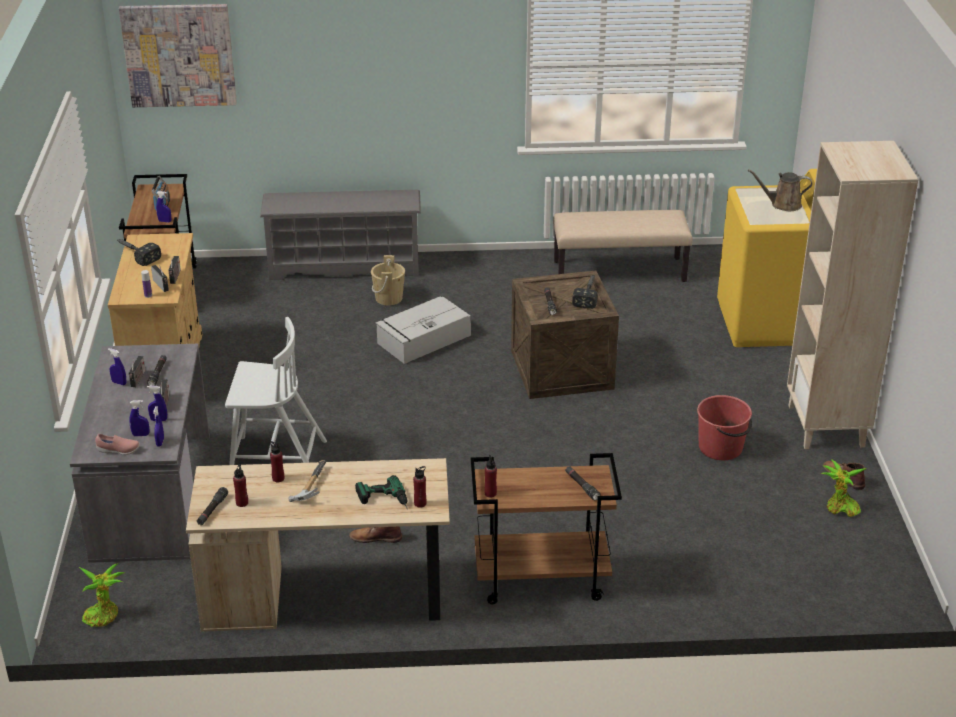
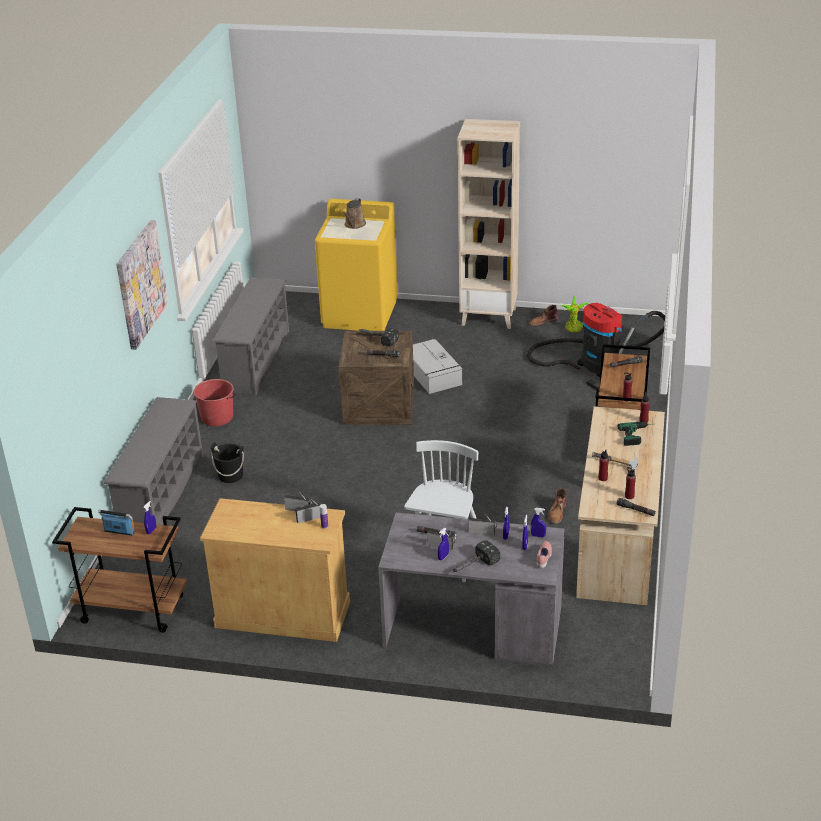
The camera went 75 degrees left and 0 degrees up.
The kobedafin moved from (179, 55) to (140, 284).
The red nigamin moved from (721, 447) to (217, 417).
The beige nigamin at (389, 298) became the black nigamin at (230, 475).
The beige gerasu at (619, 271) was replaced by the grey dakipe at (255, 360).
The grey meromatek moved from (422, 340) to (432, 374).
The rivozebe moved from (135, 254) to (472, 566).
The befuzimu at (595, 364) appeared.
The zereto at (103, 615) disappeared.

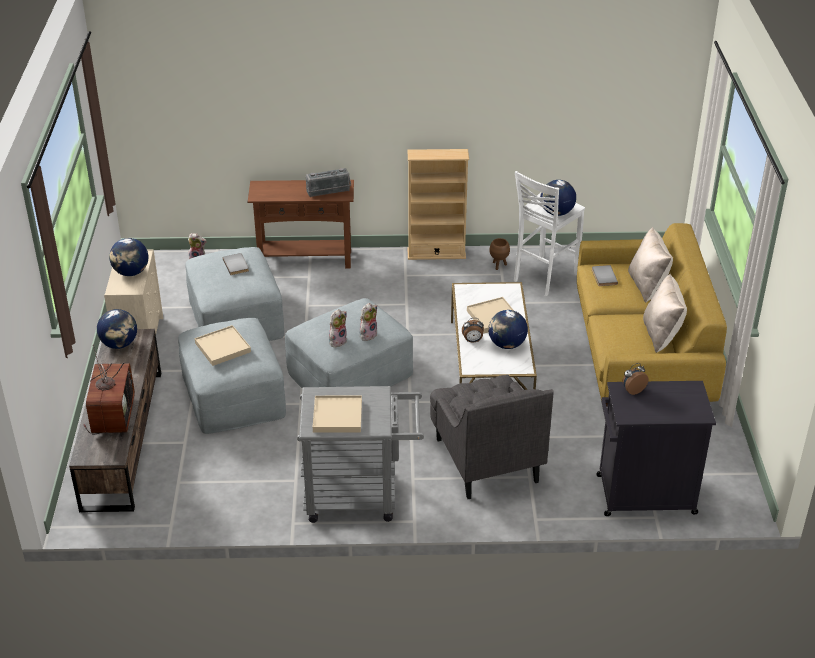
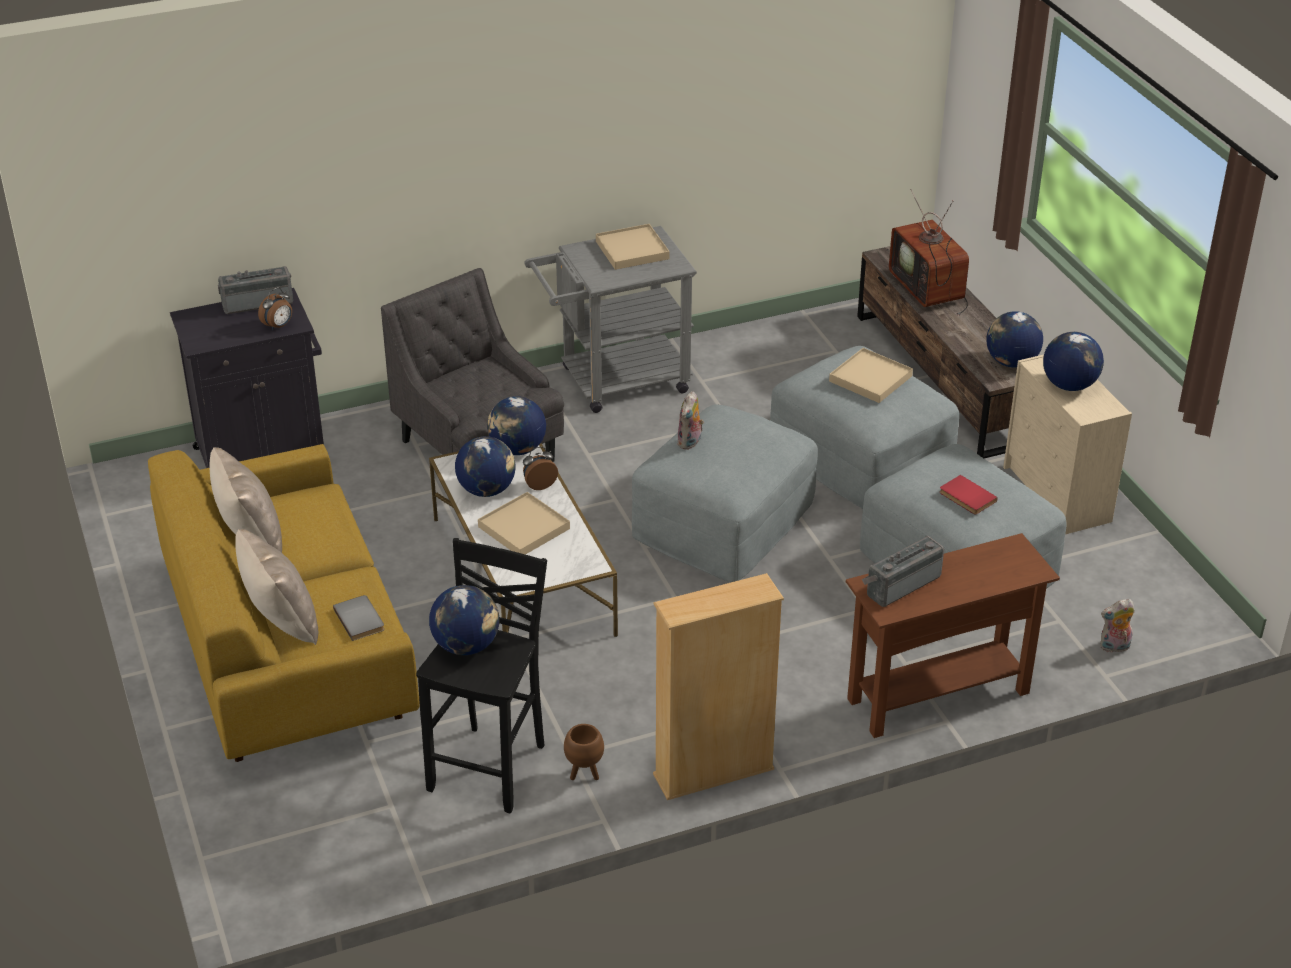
The camera went 160 degrees right and 0 degrees up.
The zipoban at (257, 302) appeared.
The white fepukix at (543, 278) became the black fepukix at (491, 767).
The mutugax at (517, 449) appeared.
The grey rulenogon at (237, 265) became the red rulenogon at (966, 497).
The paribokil at (337, 341) disappeared.

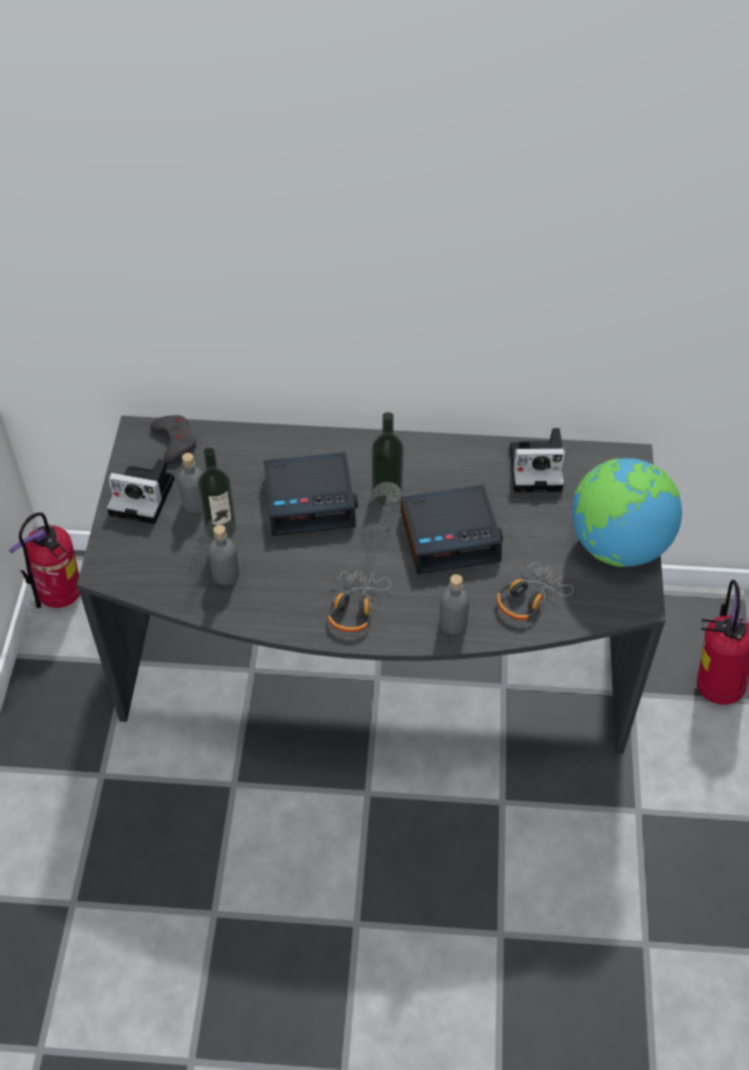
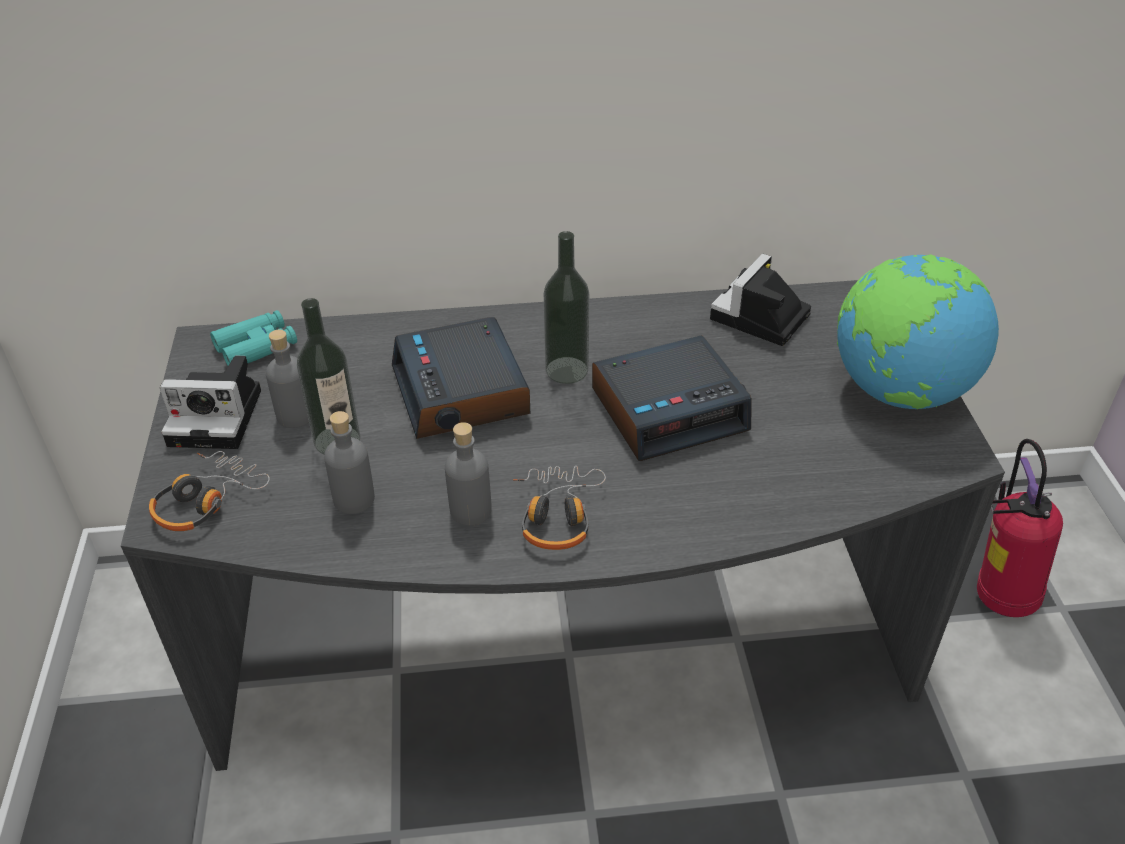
The camera went 10 degrees left and 10 degrees down.
The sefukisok moved from (529, 597) to (206, 500).
The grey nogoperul at (175, 441) was replaced by the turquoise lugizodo at (256, 347).
The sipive at (310, 500) turned 90 degrees clockwise.
The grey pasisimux moved from (453, 622) to (470, 510).
The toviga at (538, 468) turned 135 degrees clockwise.
The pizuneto at (61, 598) disappeared.

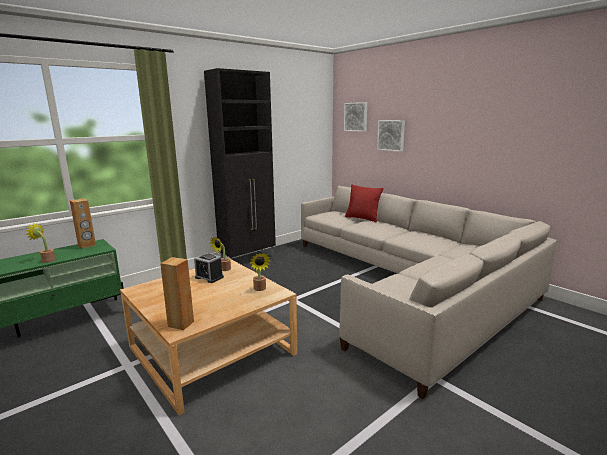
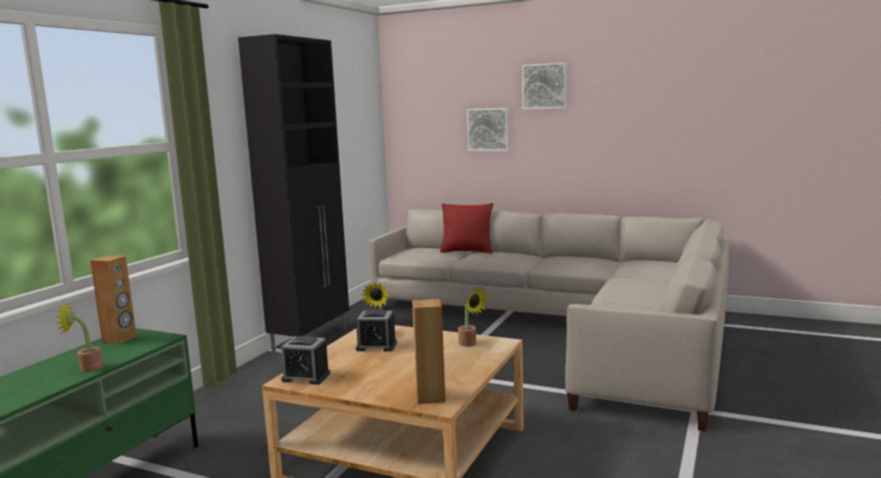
The camera went 25 degrees left and 5 degrees down.
The sipive at (306, 377) appeared.
The kobedafin moved from (356, 117) to (544, 86).

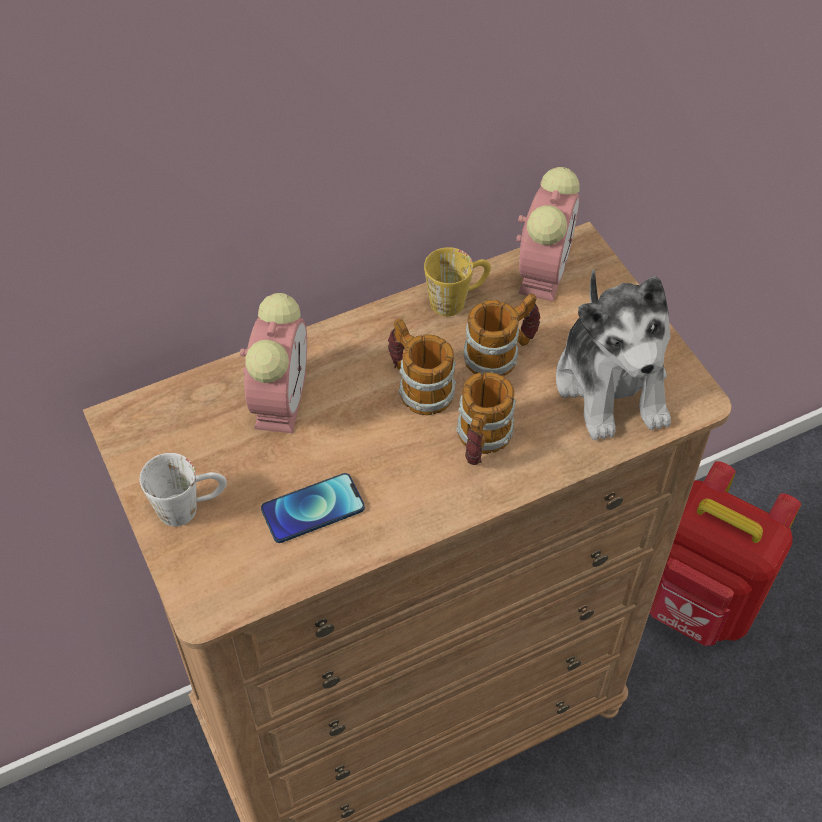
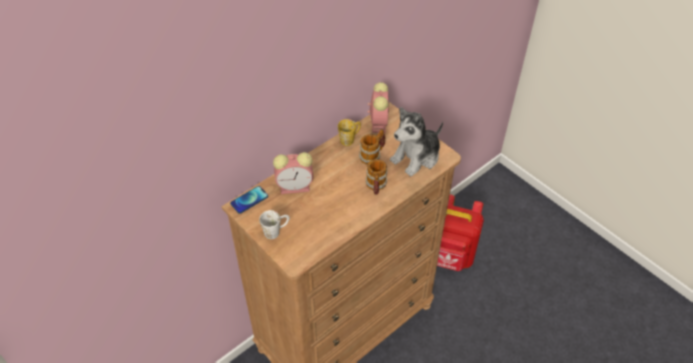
The camera went 15 degrees left and 5 degrees down.
The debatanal moved from (313, 509) to (249, 200).
The sipive at (280, 398) turned 90 degrees clockwise.
The paribokil at (612, 384) turned 75 degrees clockwise.
The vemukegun at (418, 386) disappeared.

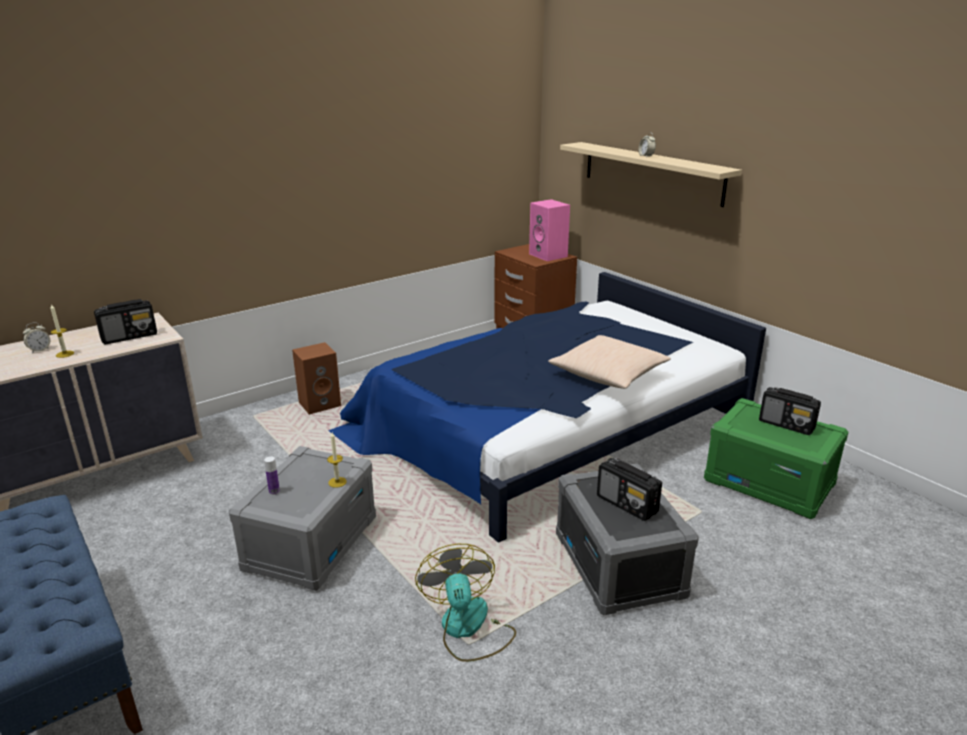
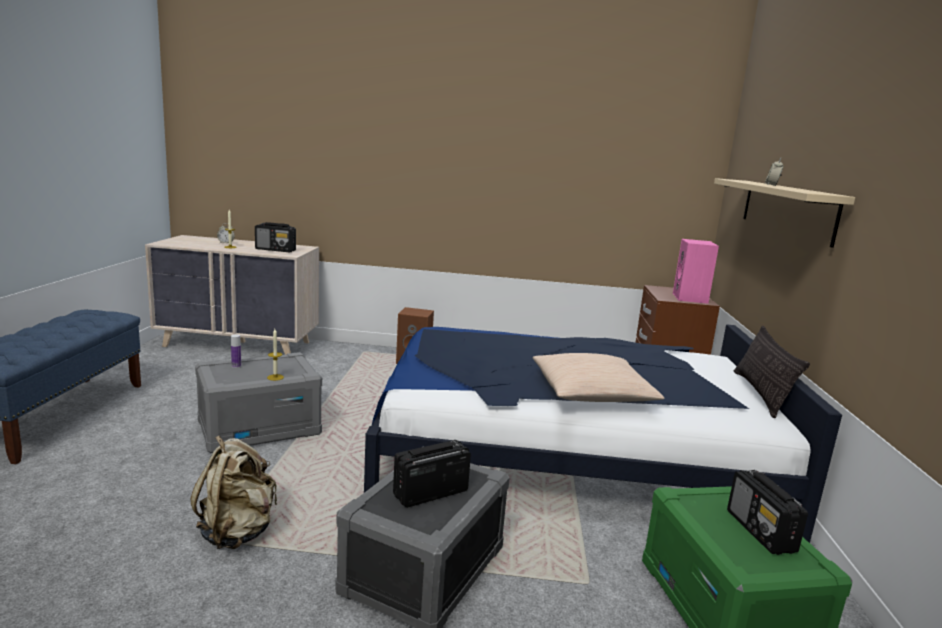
The camera went 40 degrees right and 10 degrees down.
The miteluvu at (468, 628) was replaced by the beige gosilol at (237, 532).
The zipoban at (627, 505) turned 60 degrees clockwise.
The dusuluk at (760, 394) appeared.

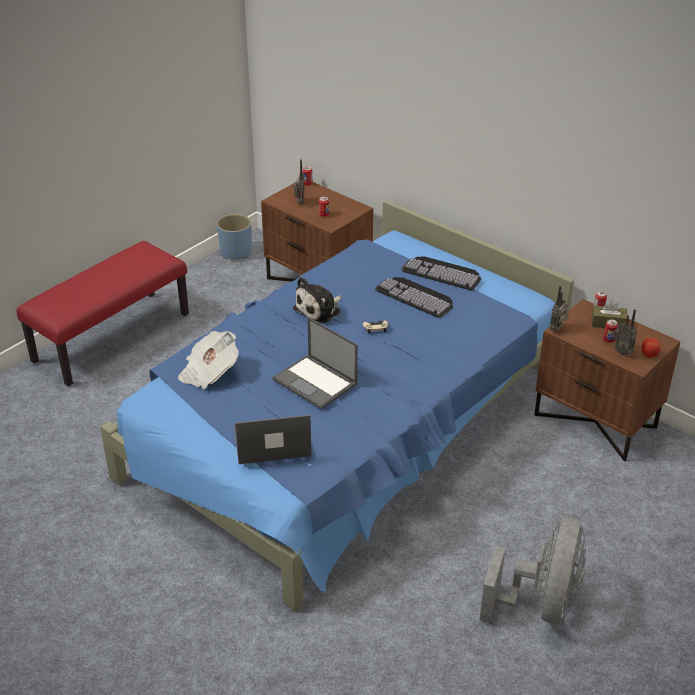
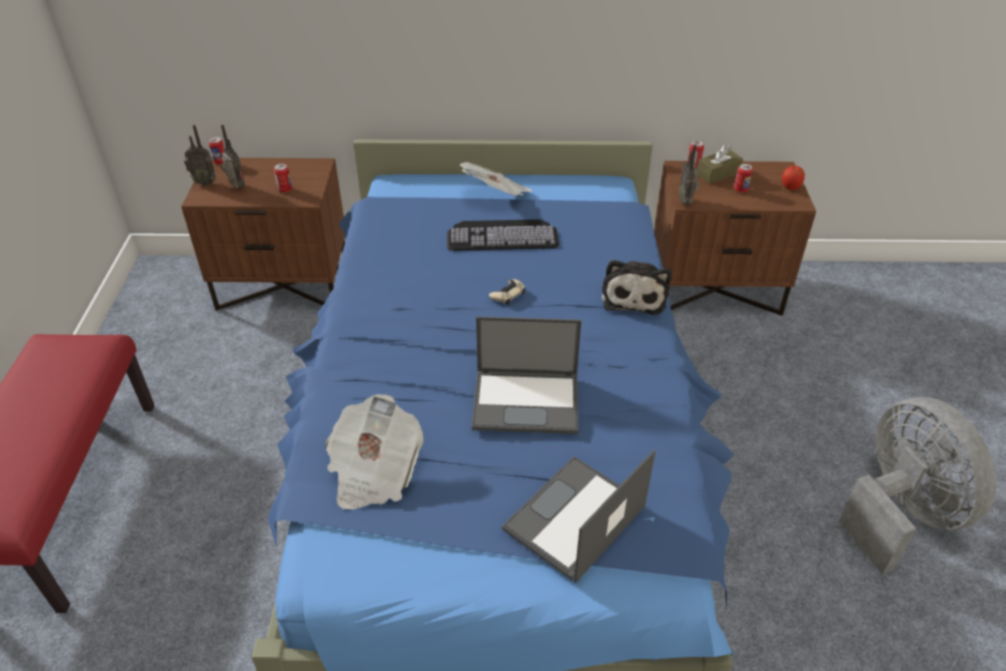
The camera went 40 degrees left and 5 degrees up.
The zipoban moved from (623, 351) to (205, 182).
The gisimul at (443, 272) was replaced by the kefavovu at (496, 196).
The paribokil moved from (319, 310) to (634, 295).
The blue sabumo at (236, 252) disappeared.

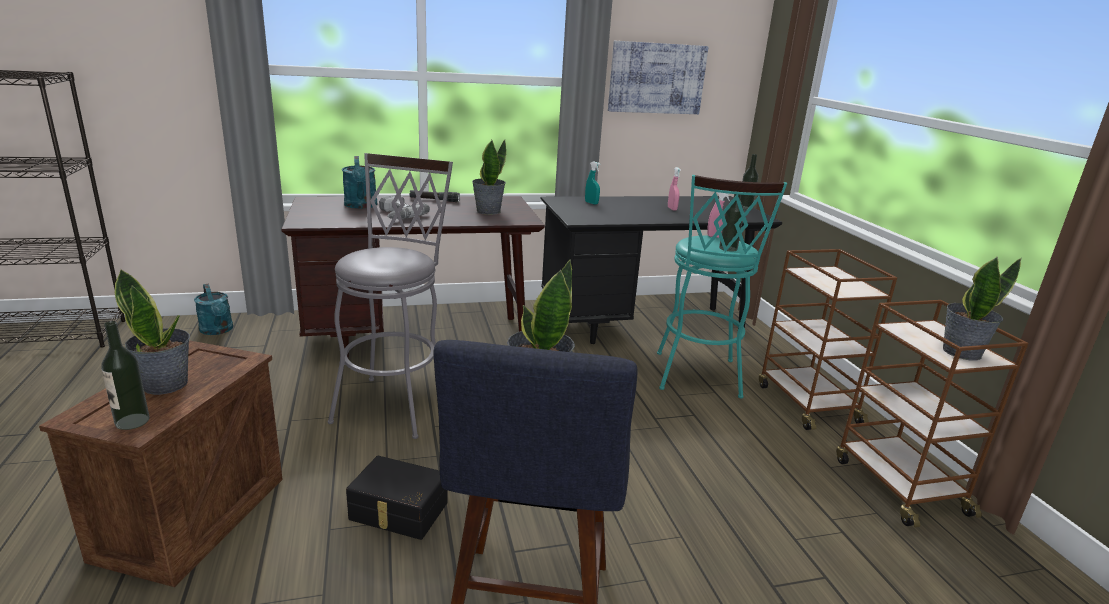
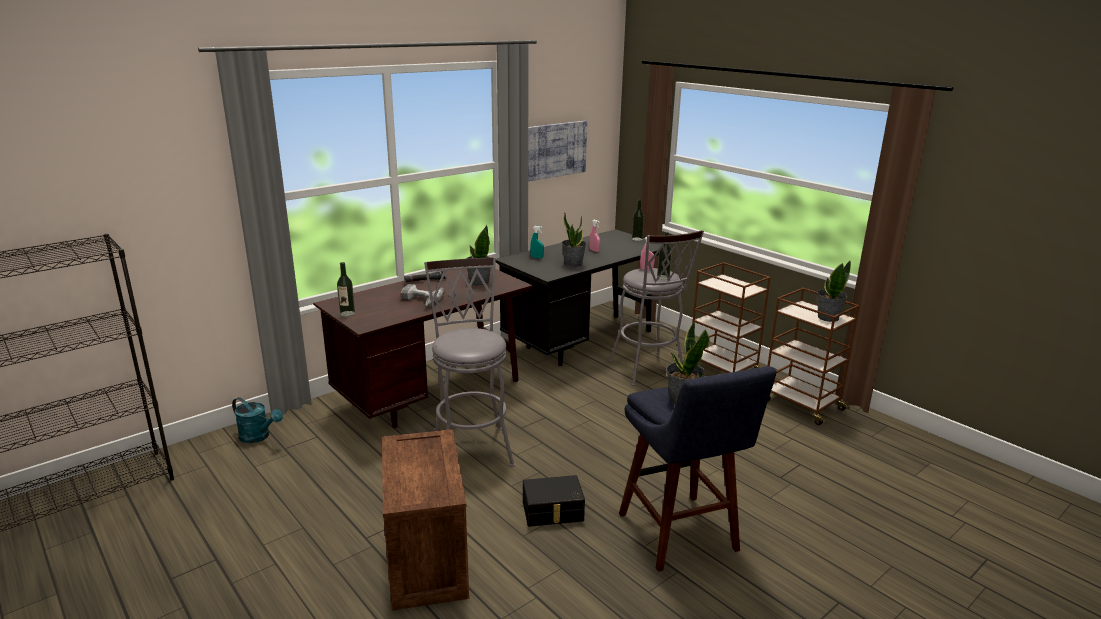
The camera went 25 degrees left and 0 degrees up.
The pasisimux moved from (132, 421) to (347, 313).
The zereto moved from (166, 384) to (573, 264).
The turquoise fepukix at (697, 378) became the grey fepukix at (649, 371).
The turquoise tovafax at (361, 206) disappeared.

